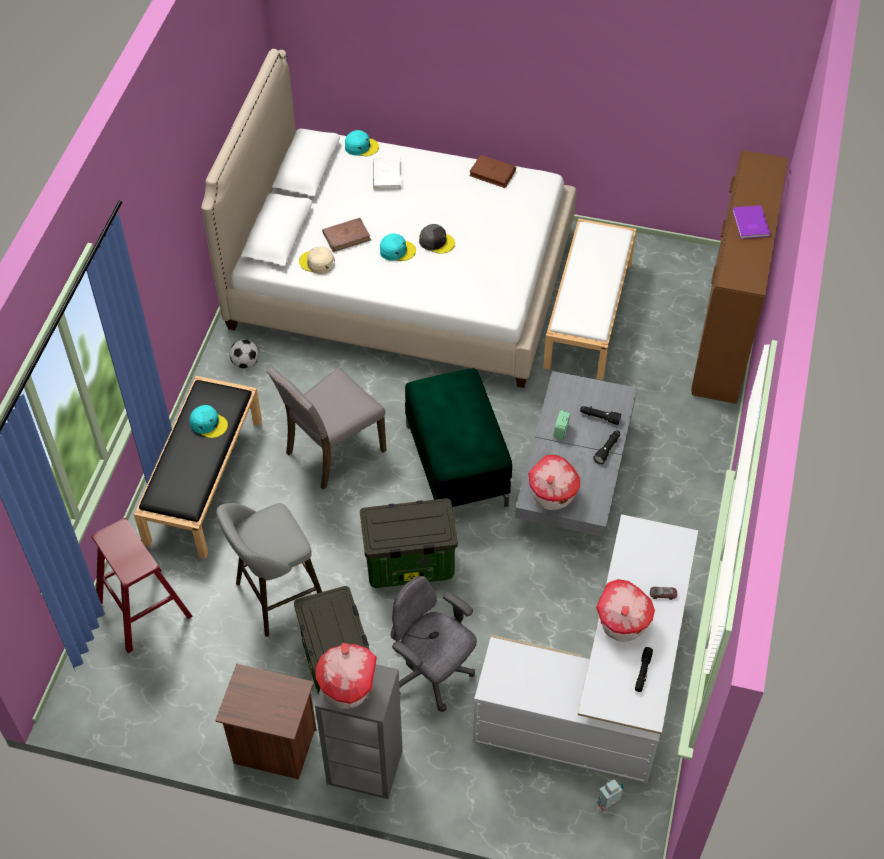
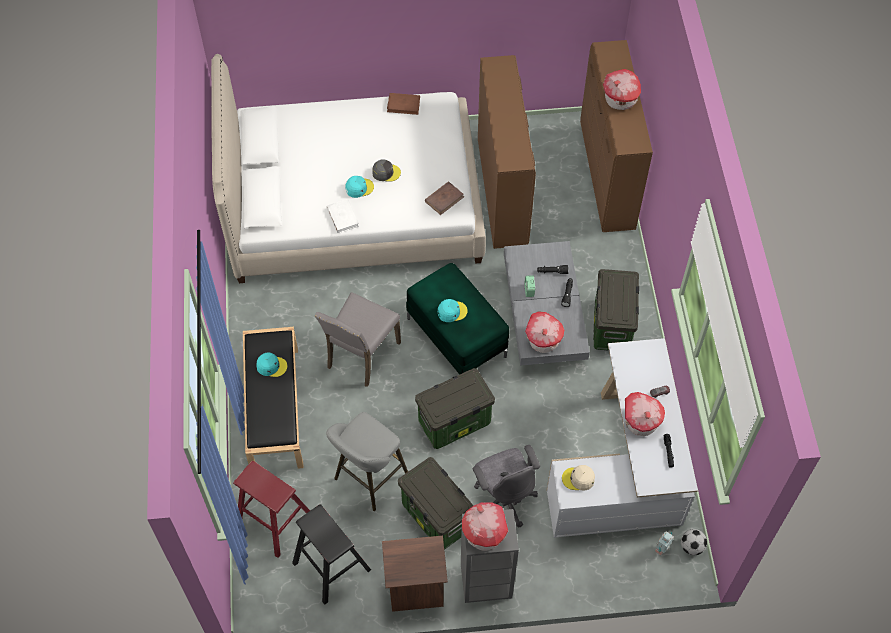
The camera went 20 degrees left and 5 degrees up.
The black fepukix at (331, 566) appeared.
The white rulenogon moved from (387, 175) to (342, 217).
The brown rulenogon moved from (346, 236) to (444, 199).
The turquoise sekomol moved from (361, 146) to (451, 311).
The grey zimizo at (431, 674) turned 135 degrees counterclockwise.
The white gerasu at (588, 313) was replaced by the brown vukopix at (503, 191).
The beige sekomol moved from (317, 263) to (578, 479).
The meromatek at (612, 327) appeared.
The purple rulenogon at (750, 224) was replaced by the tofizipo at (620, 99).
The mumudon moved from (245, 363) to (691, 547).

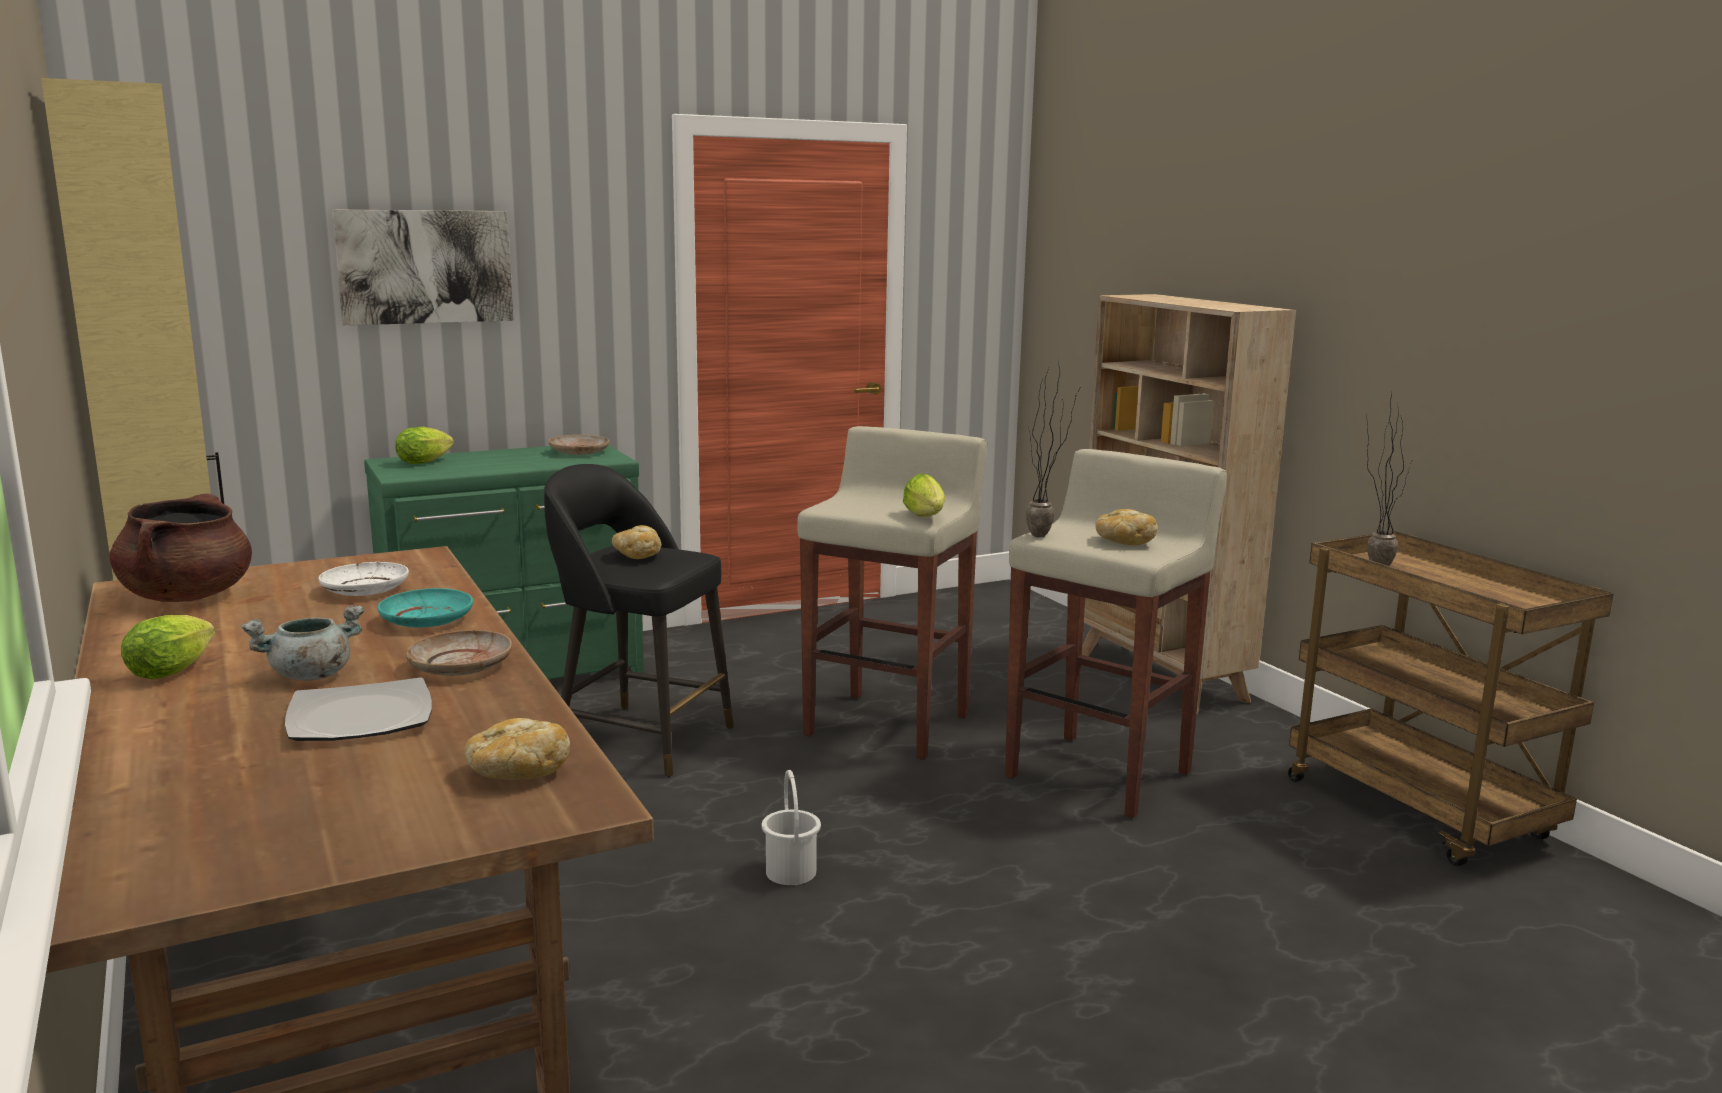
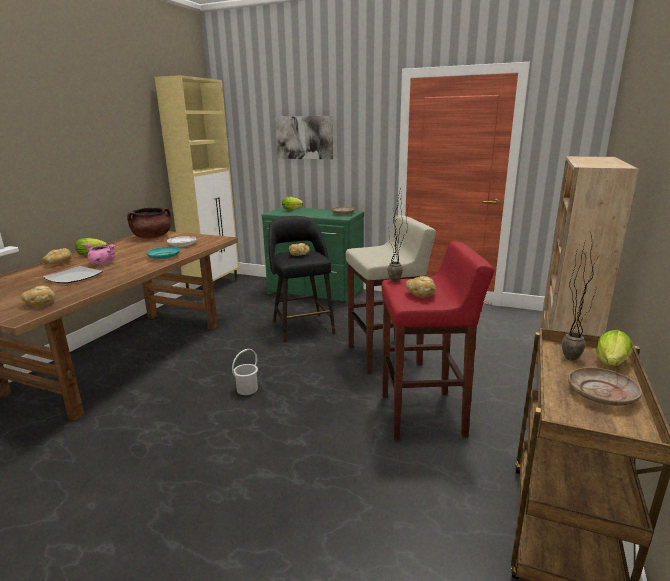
The camera went 50 degrees right and 5 degrees up.
The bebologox at (59, 263) appeared.
The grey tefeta at (311, 676) became the pink tefeta at (102, 264).
The beige fepukix at (1100, 774) became the red fepukix at (424, 415).
The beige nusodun moved from (461, 666) to (602, 394).
The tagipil moved from (926, 517) to (610, 365).

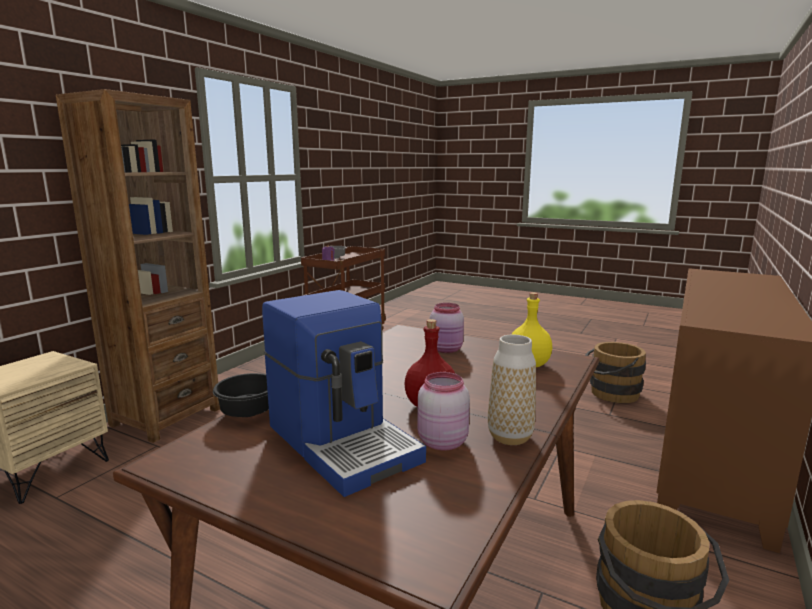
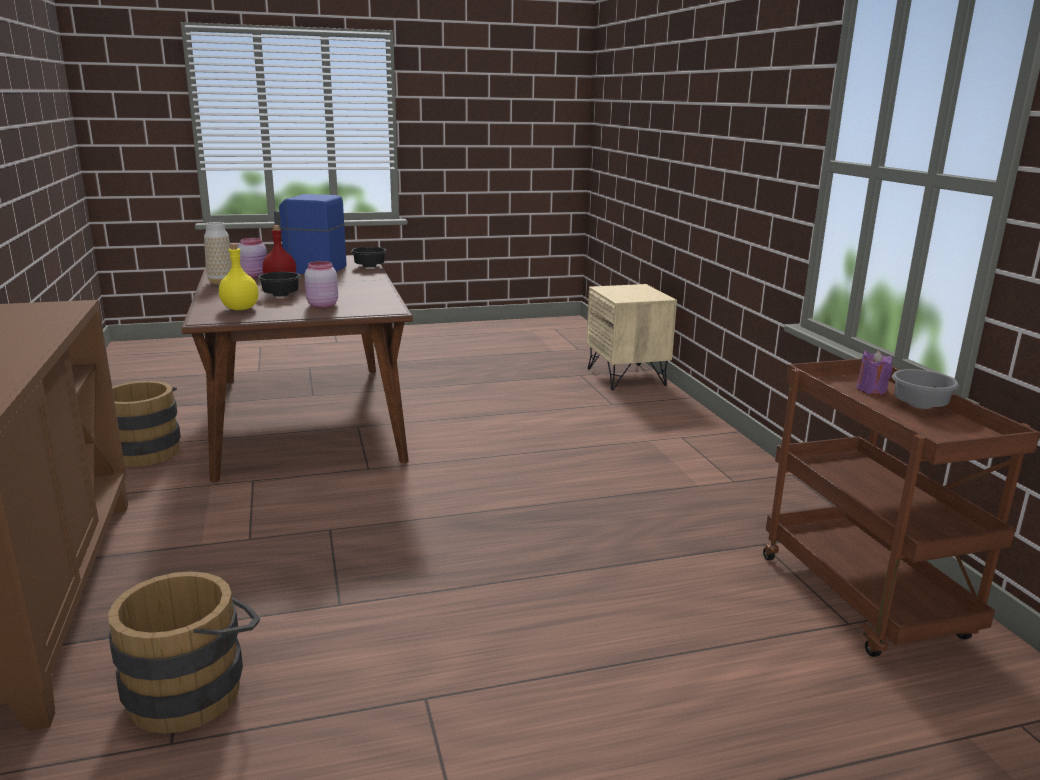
The camera went 135 degrees right and 5 degrees up.
The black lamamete at (282, 295) appeared.
The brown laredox at (166, 417) disappeared.

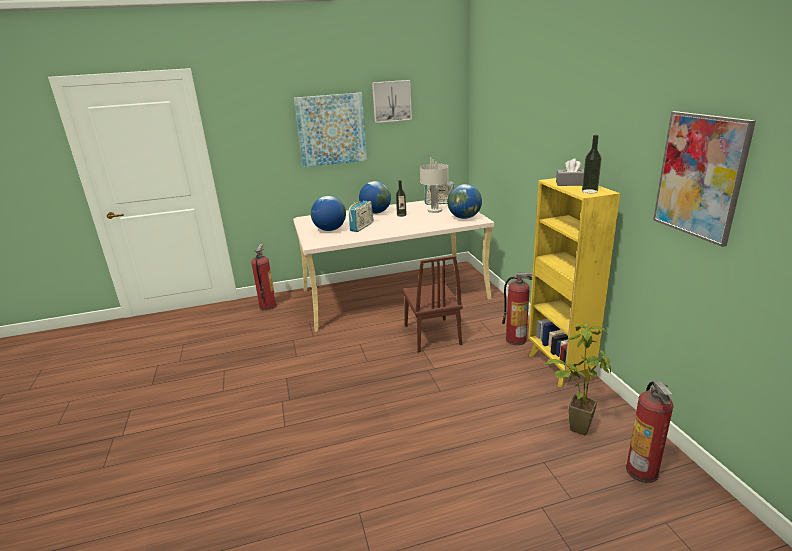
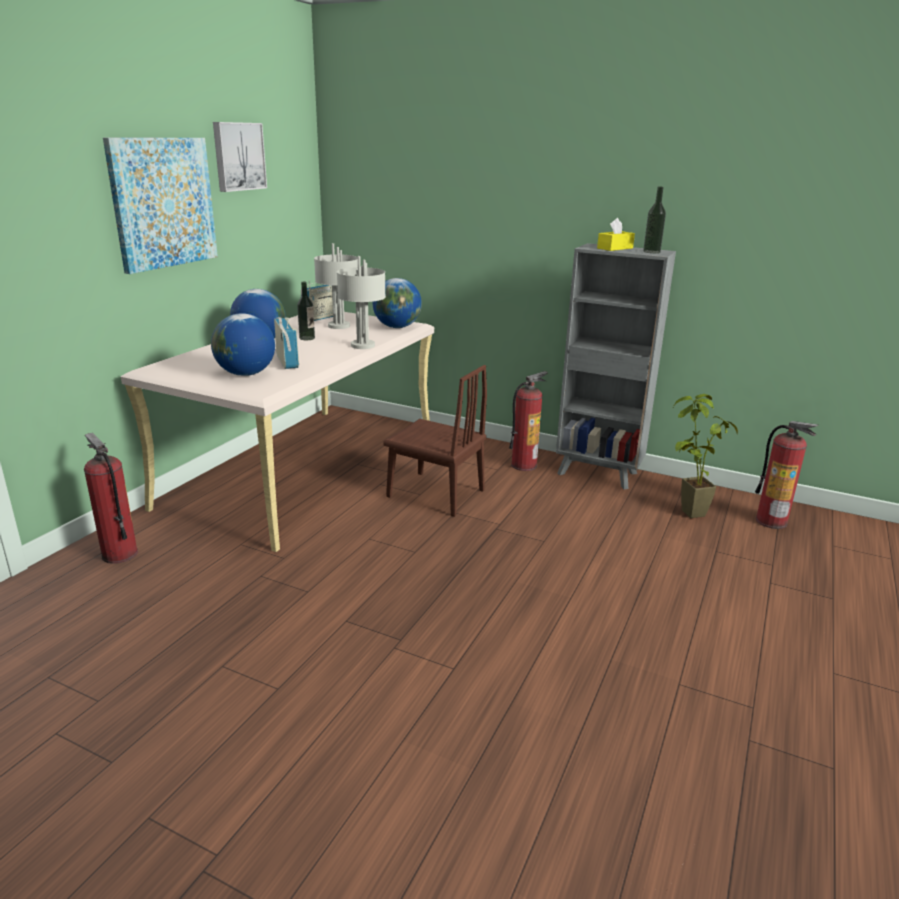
The camera went 50 degrees left and 0 degrees up.
The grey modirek at (362, 345) appeared.
The yellow laredox at (559, 367) became the grey laredox at (598, 474).
The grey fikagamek at (571, 183) became the yellow fikagamek at (615, 248).
The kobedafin at (700, 176) disappeared.

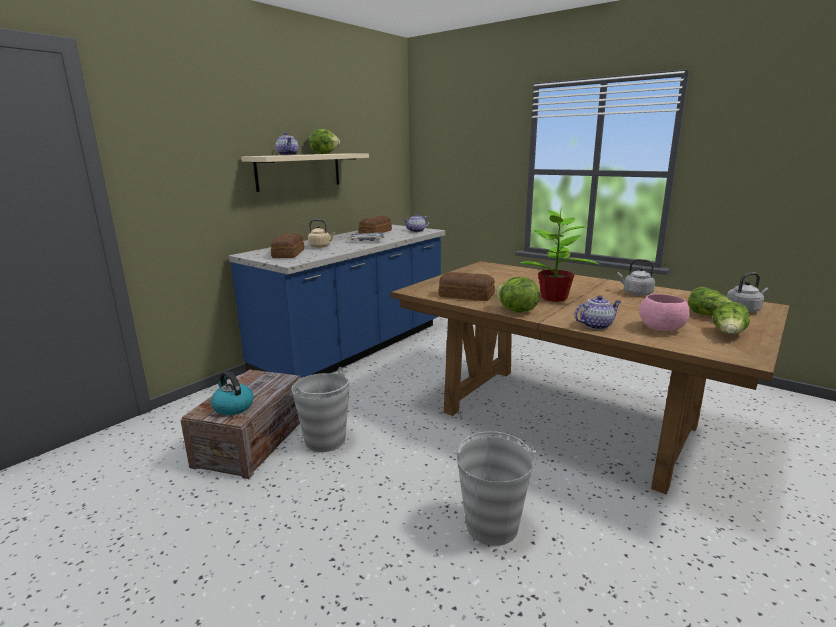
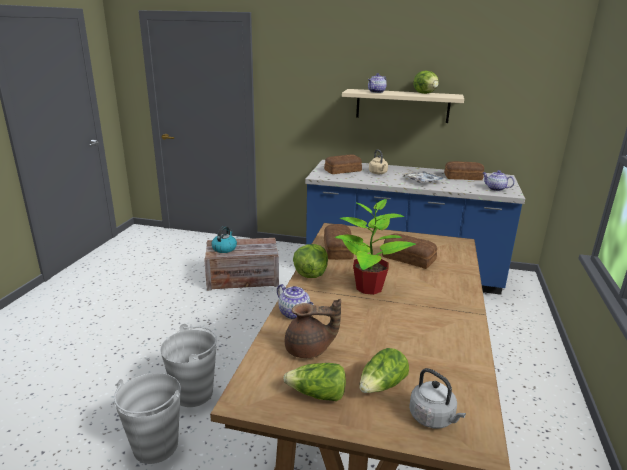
The camera went 65 degrees right and 5 degrees up.
The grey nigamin moved from (325, 441) to (155, 446).
The pink lamamete at (662, 328) was replaced by the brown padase at (309, 350).
The bebologox at (408, 258) appeared.
The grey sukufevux at (636, 293) disappeared.

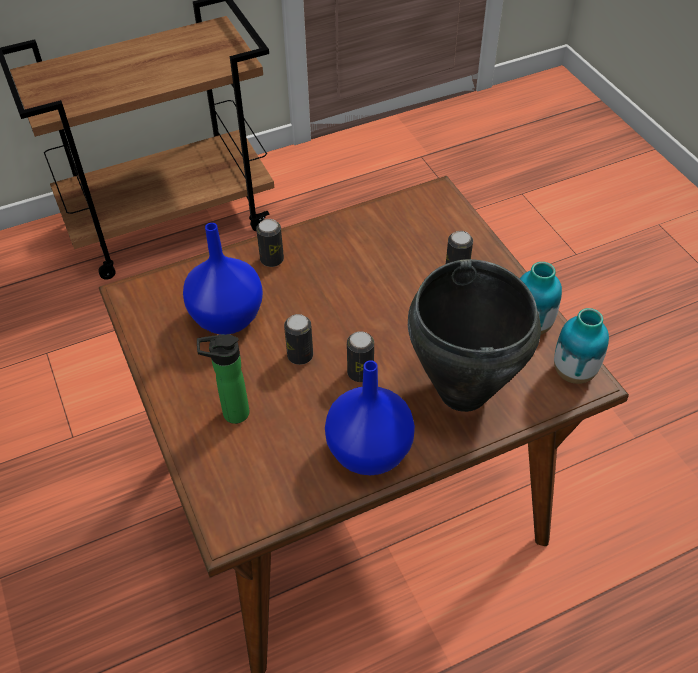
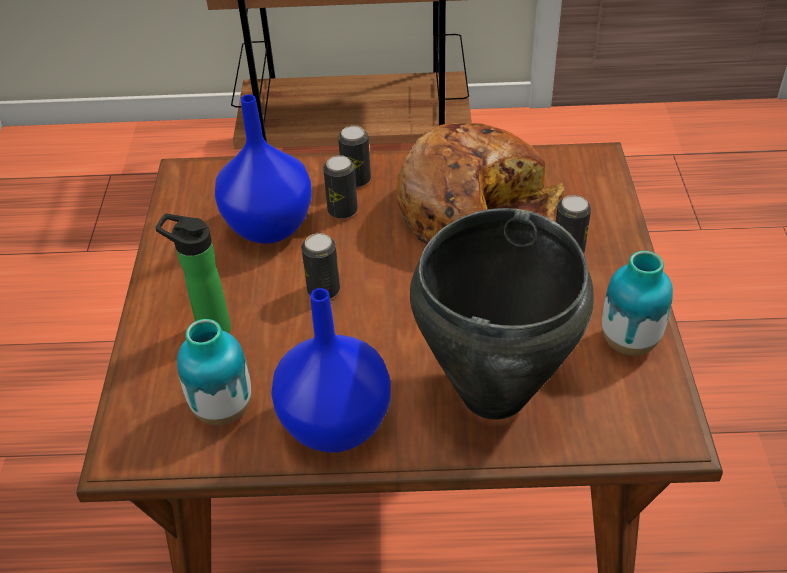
The camera went 25 degrees right and 5 degrees down.
The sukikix moved from (573, 372) to (223, 410).
The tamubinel moved from (360, 373) to (342, 210).
The bebologox at (475, 209) appeared.

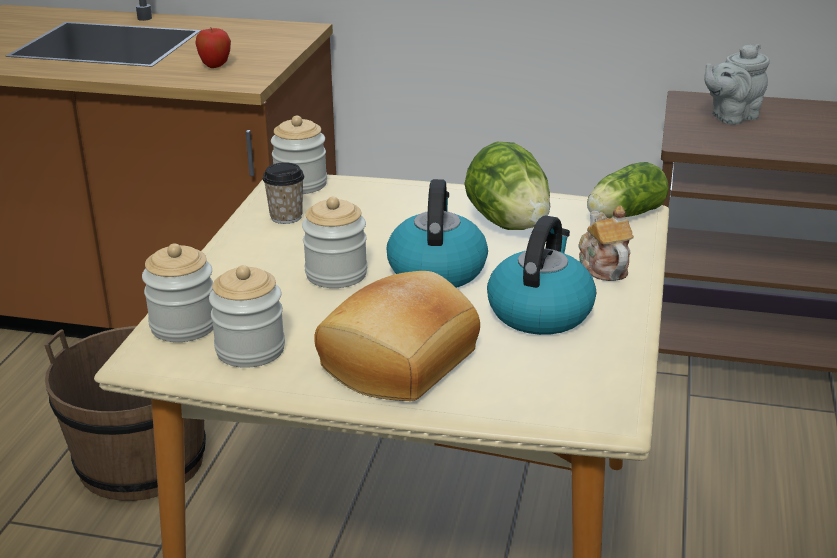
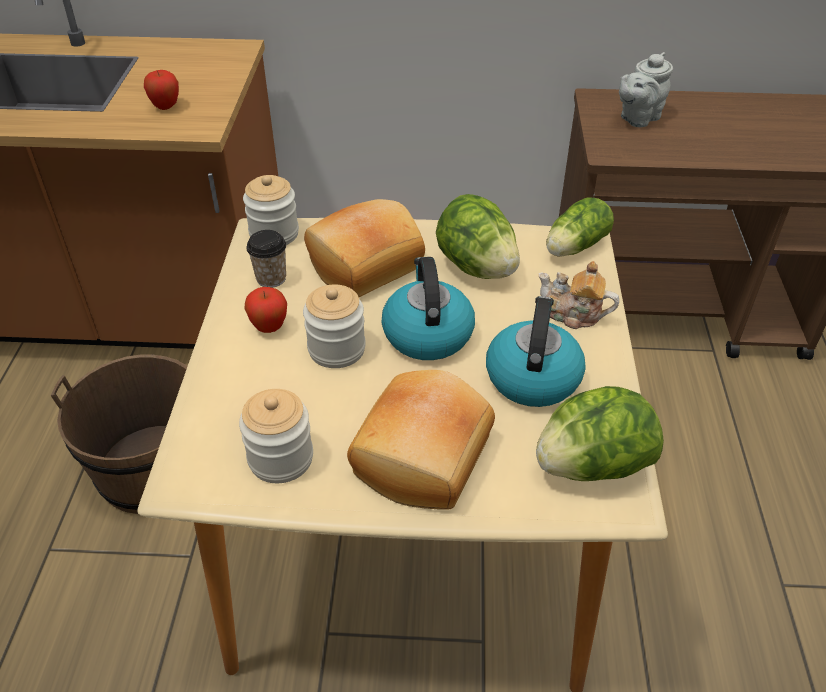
The camera went 10 degrees left and 15 degrees up.
The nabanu at (269, 328) appeared.
The bebologox at (363, 263) appeared.
The tagipil at (591, 466) appeared.
The padase at (602, 267) turned 45 degrees counterclockwise.
The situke at (184, 326) disappeared.

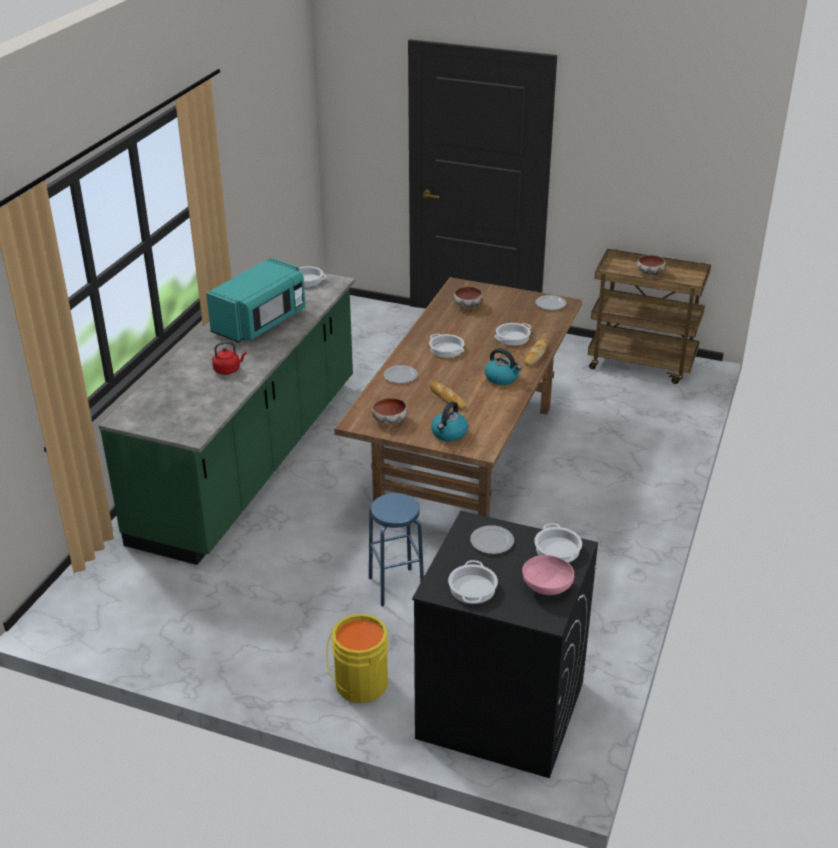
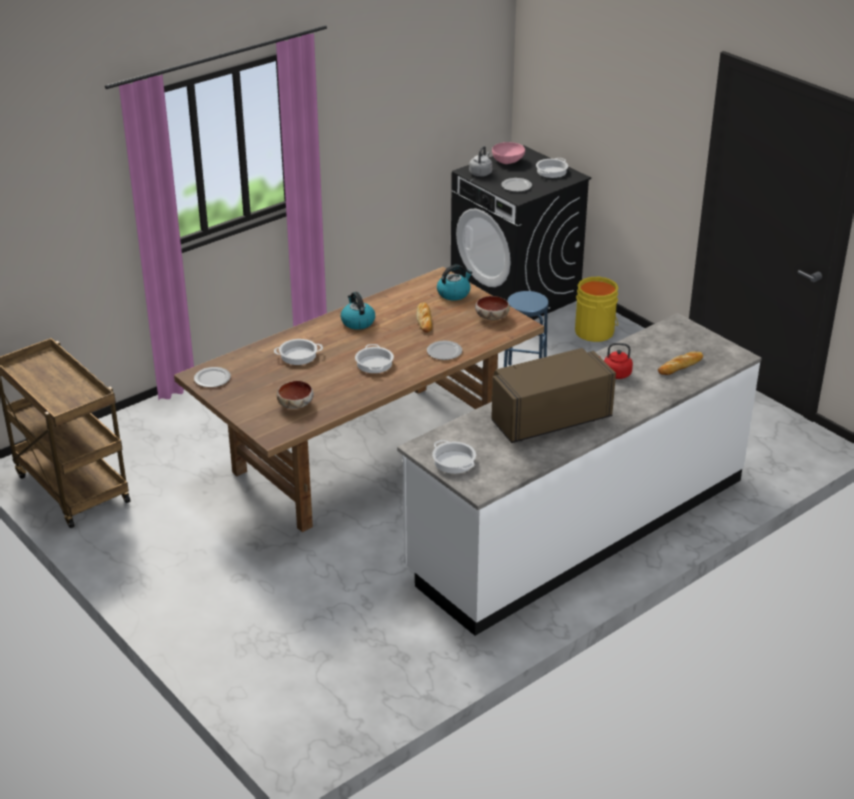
The camera went 150 degrees left and 0 degrees up.
The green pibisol at (251, 459) became the white pibisol at (578, 525).
The tefeta at (558, 550) was replaced by the grey sukufevux at (481, 173).
The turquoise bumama at (260, 323) became the brown bumama at (549, 418).
The bebologox moved from (535, 354) to (680, 366).
The lamamete at (650, 273) disappeared.

